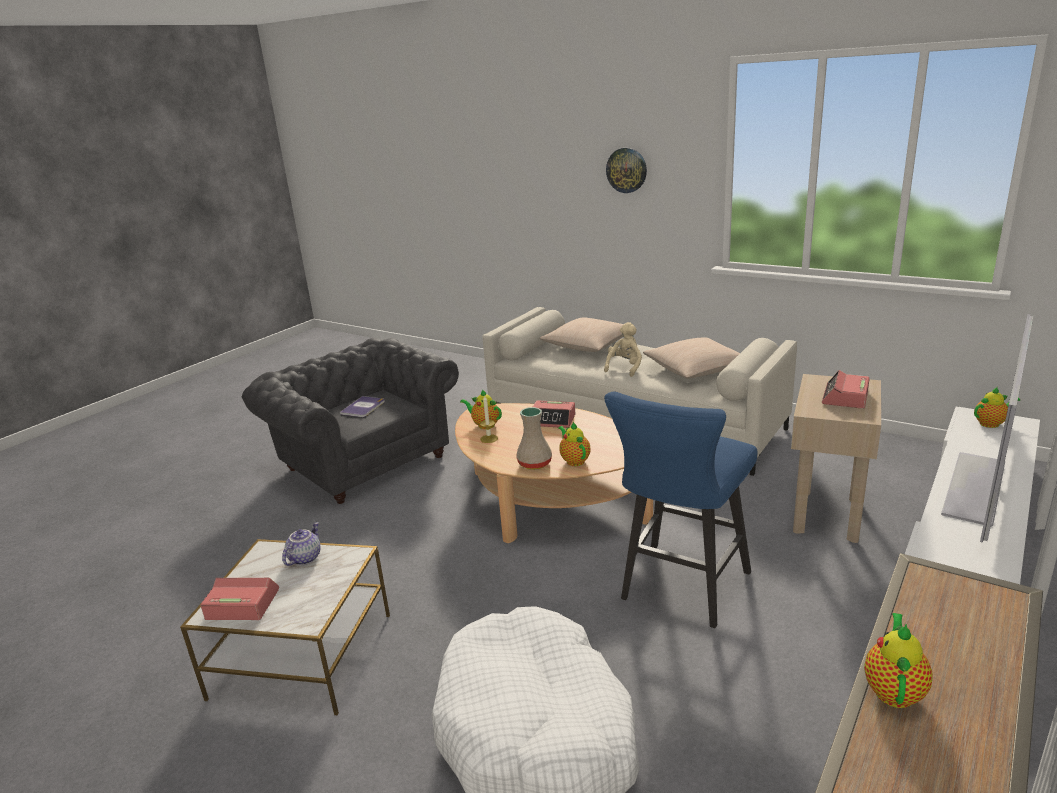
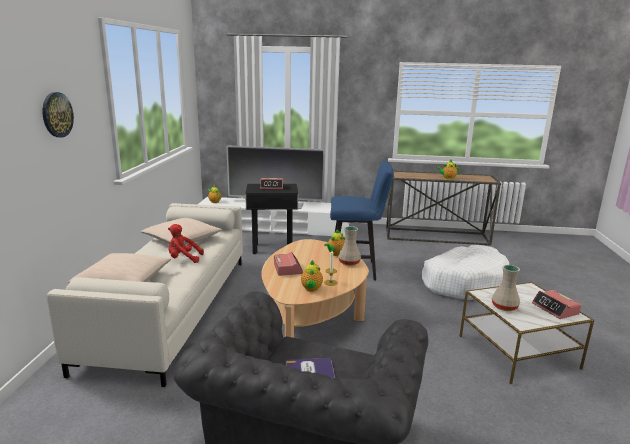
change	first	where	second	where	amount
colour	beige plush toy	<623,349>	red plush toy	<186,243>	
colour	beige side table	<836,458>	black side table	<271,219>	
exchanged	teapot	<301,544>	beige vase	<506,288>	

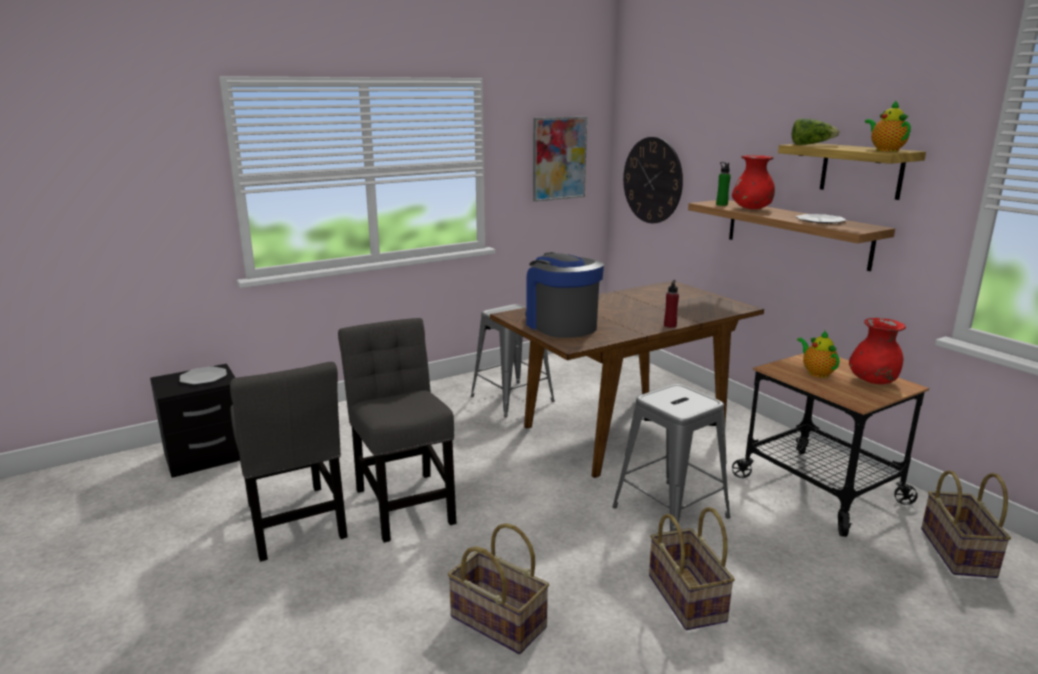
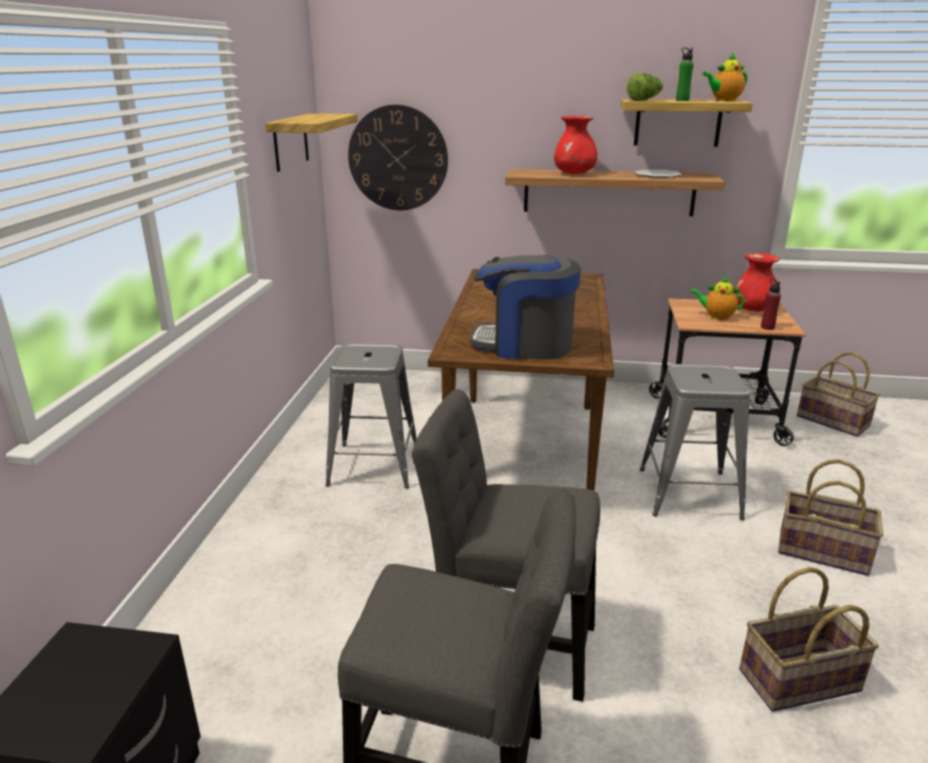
change	first	where	second	where	amount
exchanged	picture	<560,159>	shelf	<311,142>	
relocated	green bottle	<723,184>		<685,74>	
spun	teapot	<888,126>		<724,77>	45 degrees counterclockwise
relocated	red bottle	<671,304>		<771,304>	
missing	plate	<203,376>			

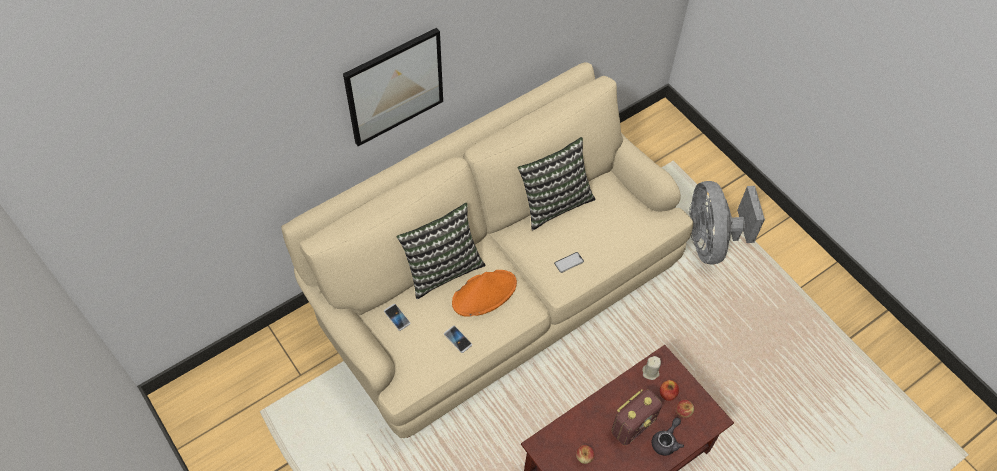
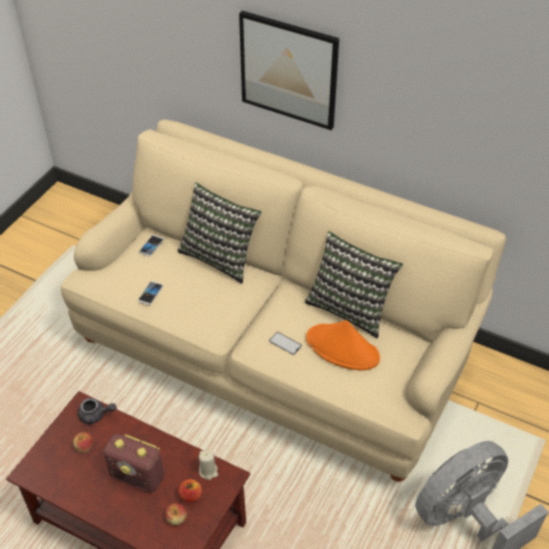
change	first	where	second	where	amount
relocated	grey teapot	<668,436>		<97,411>	
relocated	orange hat	<484,293>		<343,345>	

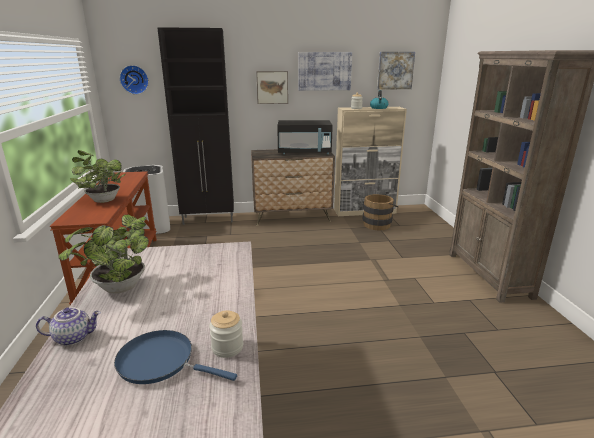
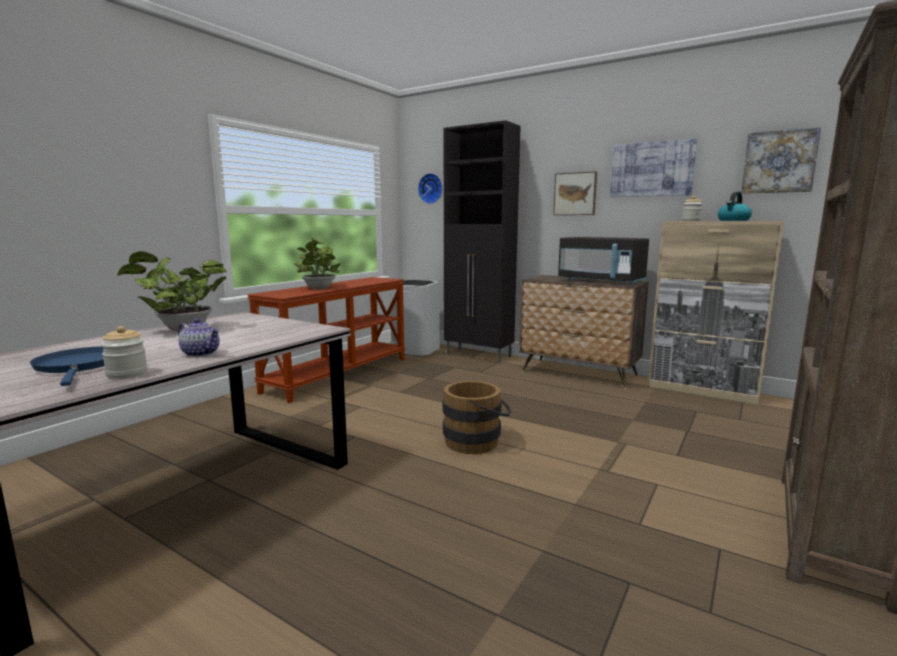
change	first	where	second	where	amount
relocated	teapot	<68,327>		<199,337>	
relocated	brown bucket	<381,212>		<477,417>	

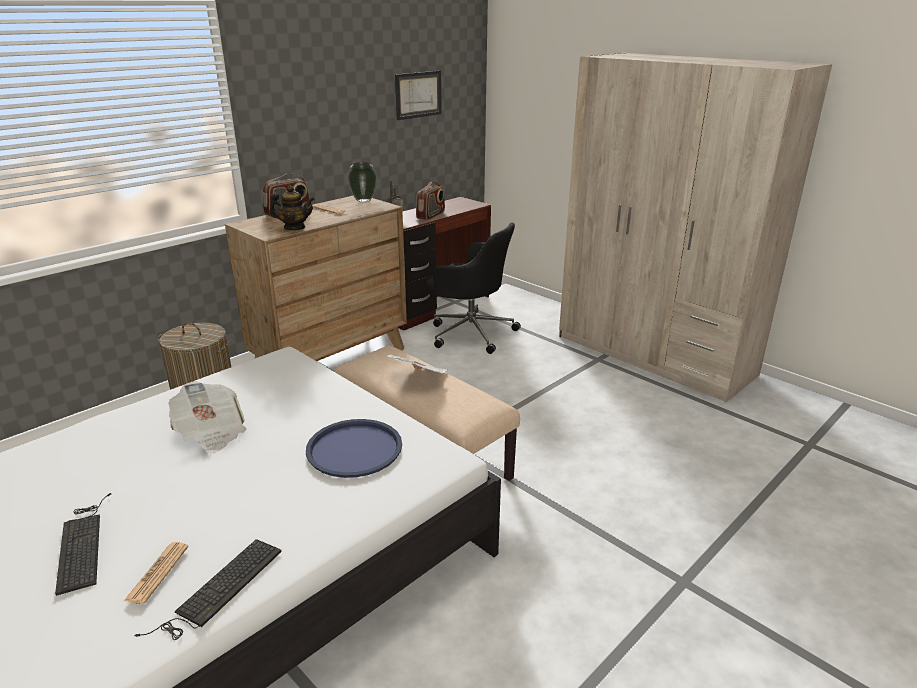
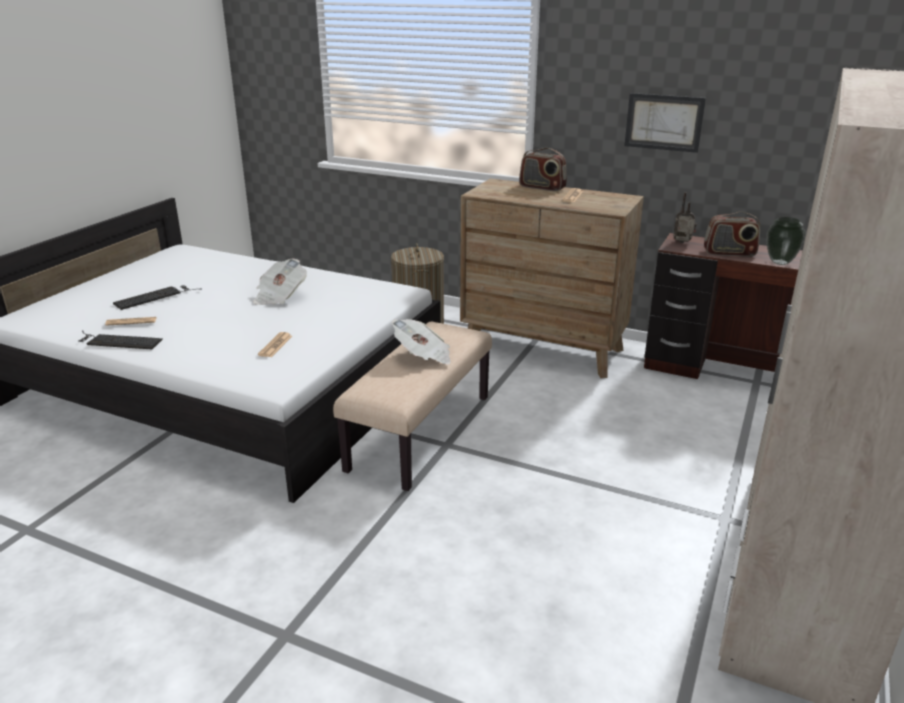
change	first	where	second	where	amount
exchanged	blue tray	<354,448>	newspaper	<275,344>	
relocated	picture	<418,95>		<665,123>	
relocated	vase	<362,182>		<786,241>	
missing	teapot	<292,208>			
missing	black office chair	<473,288>			

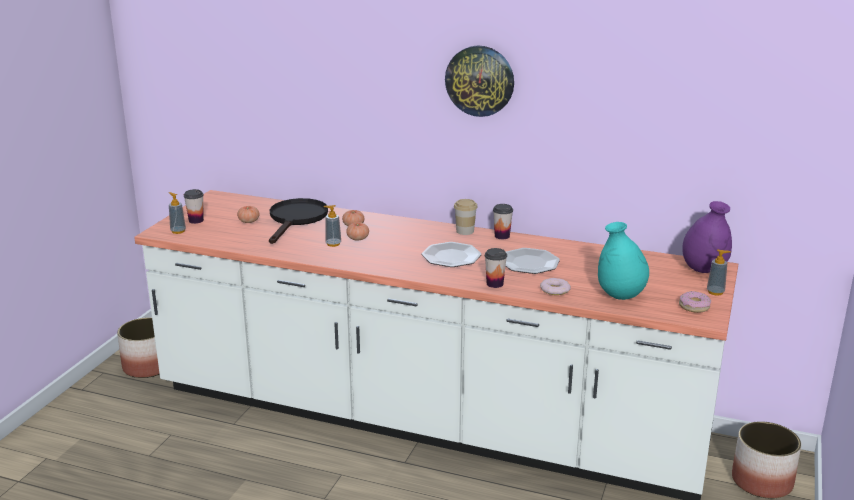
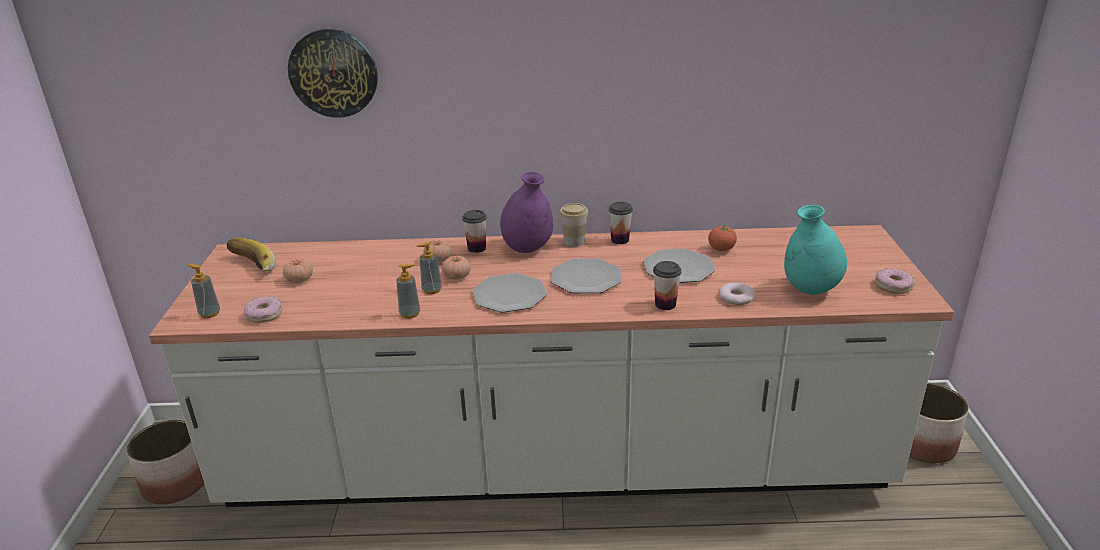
change	first	where	second	where	amount
appeared			banana	<251,255>	
appeared			donut	<263,309>	
relocated	wall clock	<479,81>		<333,73>	
relocated	soap dispenser	<719,272>		<408,291>	
relocated	cup	<194,206>		<474,231>	
appeared			plate	<509,293>	
relocated	purple vase	<707,237>		<526,212>	
appeared			tomato	<722,238>	
missing	black frying pan	<298,221>			

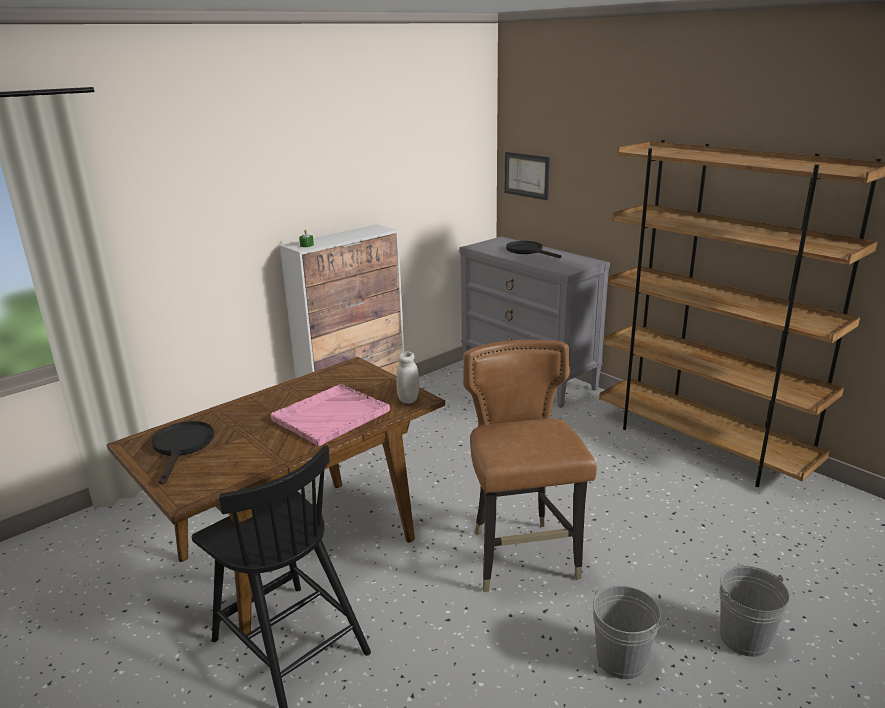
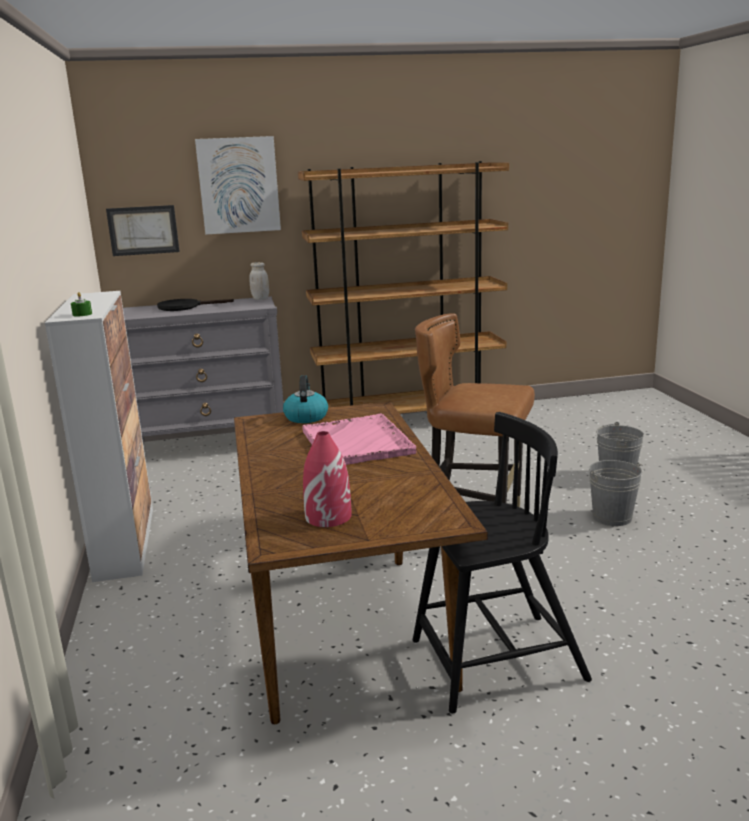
change	first	where	second	where	amount
appeared			picture	<238,185>	
relocated	white jar	<407,377>		<259,281>	
appeared			kettle	<305,399>	
exchanged	black frying pan	<183,453>	red vase	<327,479>	

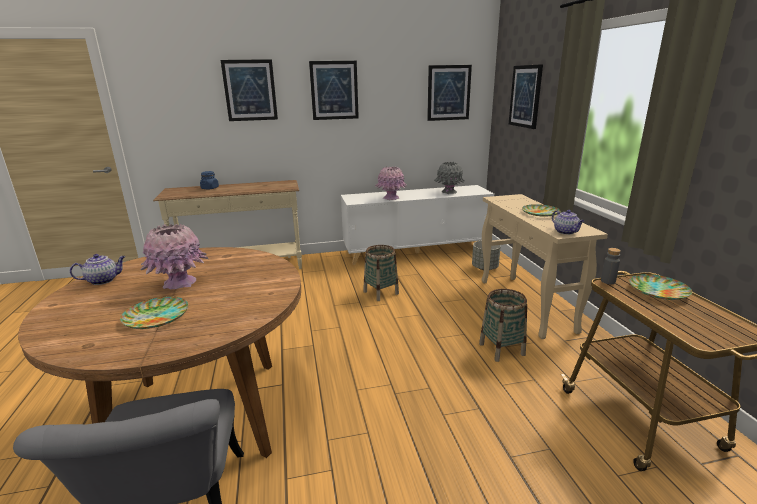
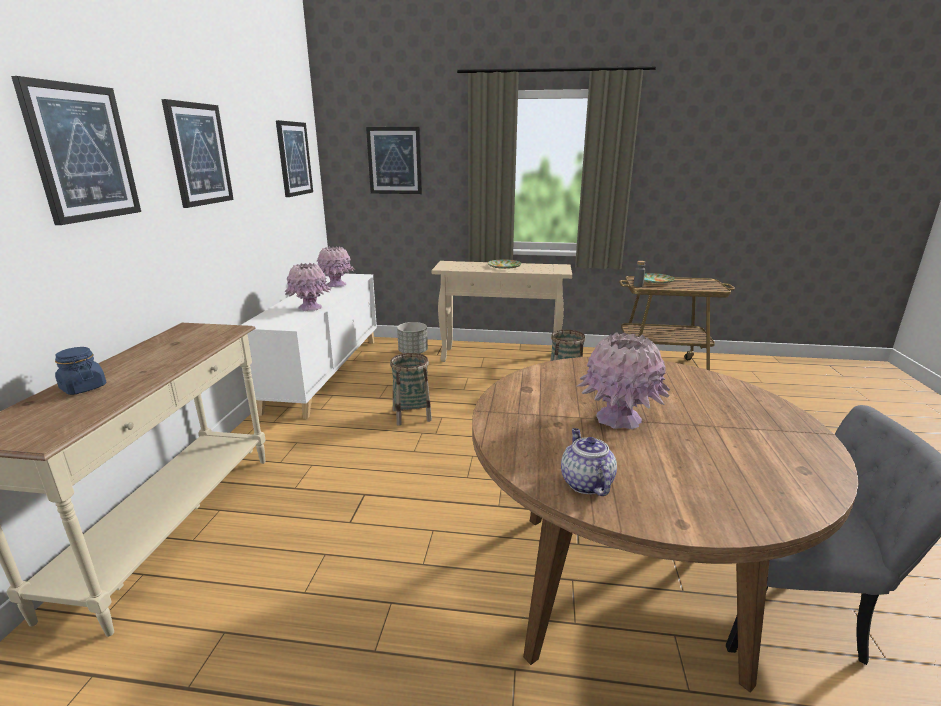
change	first	where	second	where	amount
colour	grey vase	<449,178>	pink vase	<336,266>	
missing	plate	<154,313>			
missing	teapot	<568,222>			

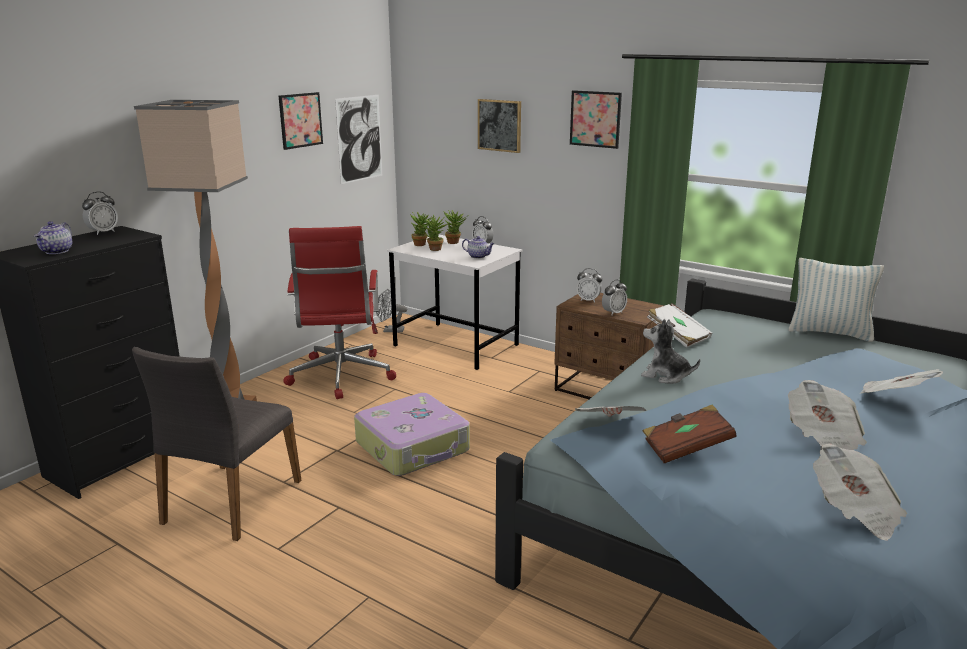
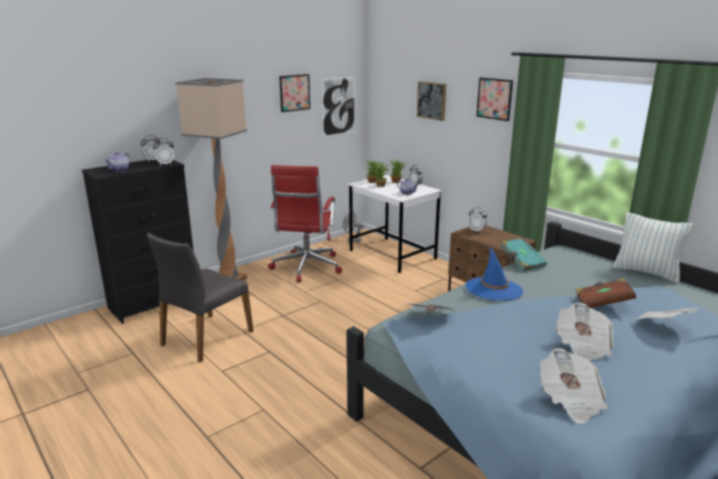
change	first	where	second	where	amount
relocated	alarm clock	<614,298>		<163,152>	
exchanged	plush toy	<670,351>	blue hat	<494,274>	
colour	white book	<679,325>	turquoise book	<524,254>	
relocated	brown book	<689,434>		<605,293>	
missing	suitcase	<412,434>			

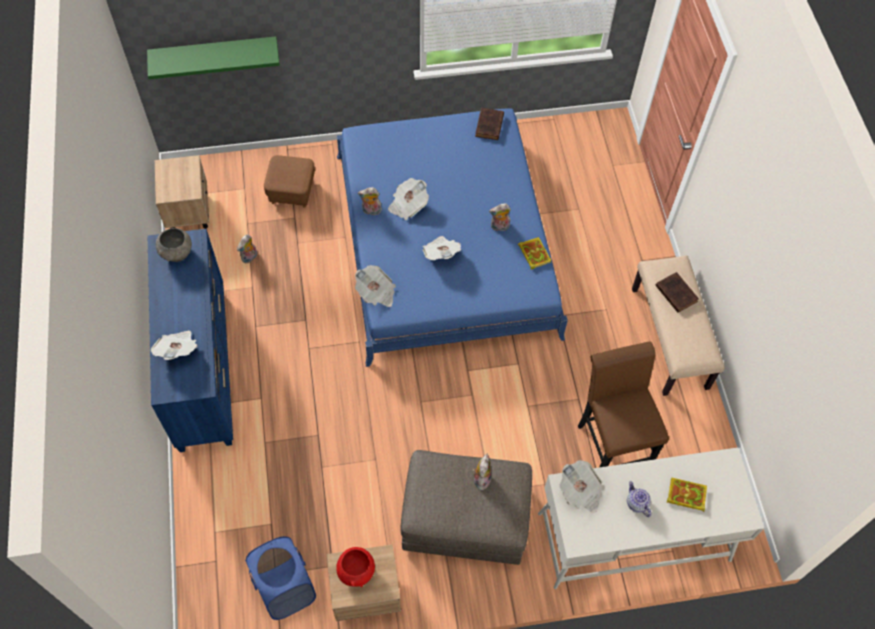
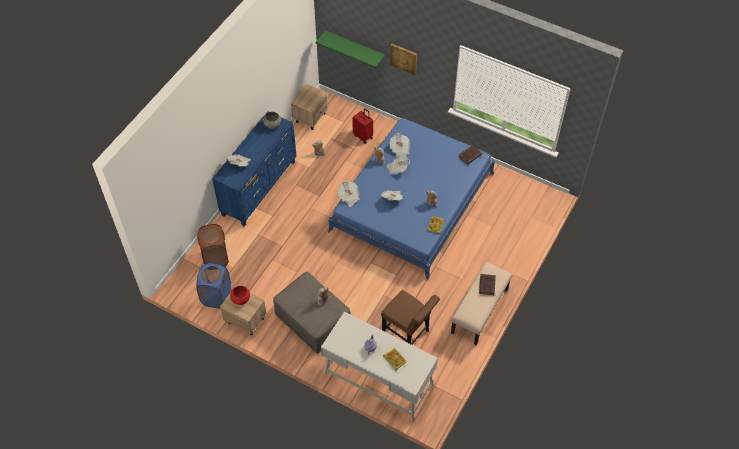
change	first	where	second	where	amount
appeared			brown laundry basket	<213,245>	
exchanged	brown ottoman	<289,181>	red suitcase	<362,126>	
spun	brown chair	<623,404>		<410,317>	105 degrees clockwise
relocated	newspaper	<582,486>		<399,145>	
appeared			picture	<403,59>	

